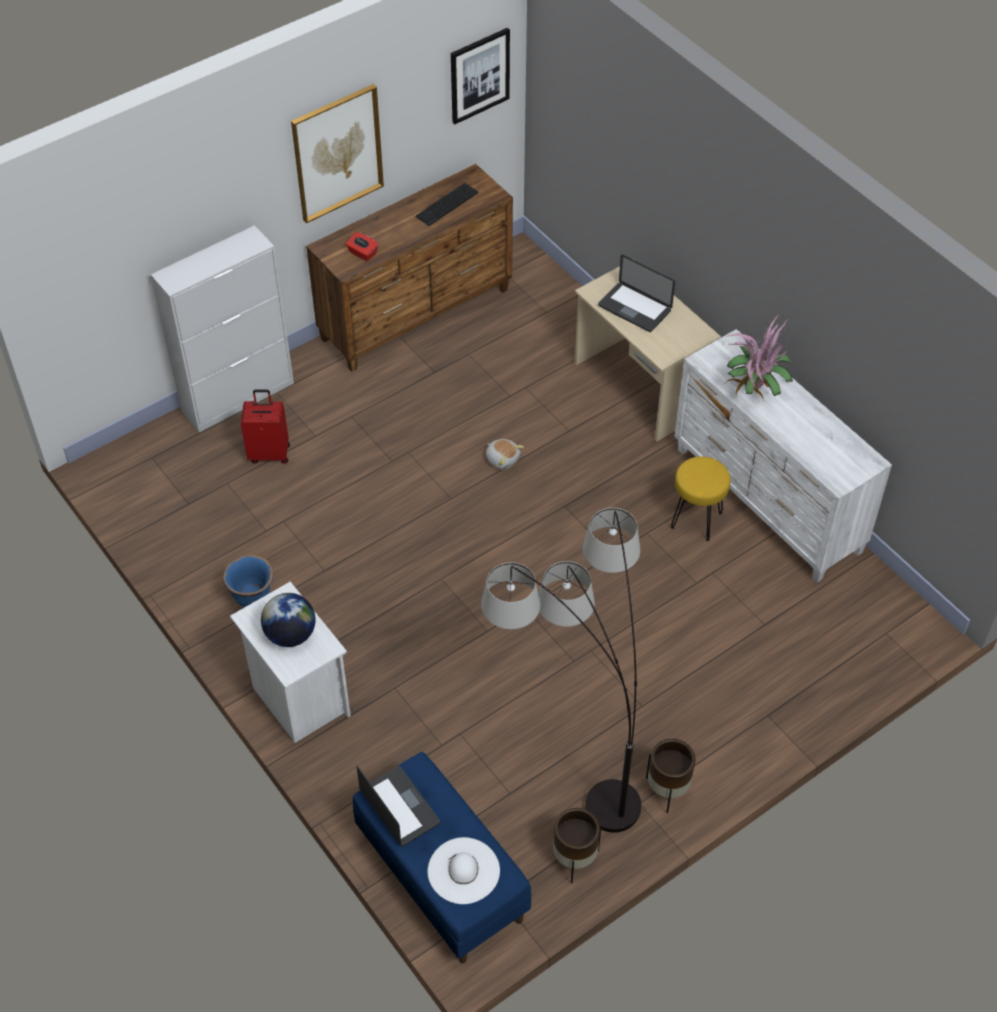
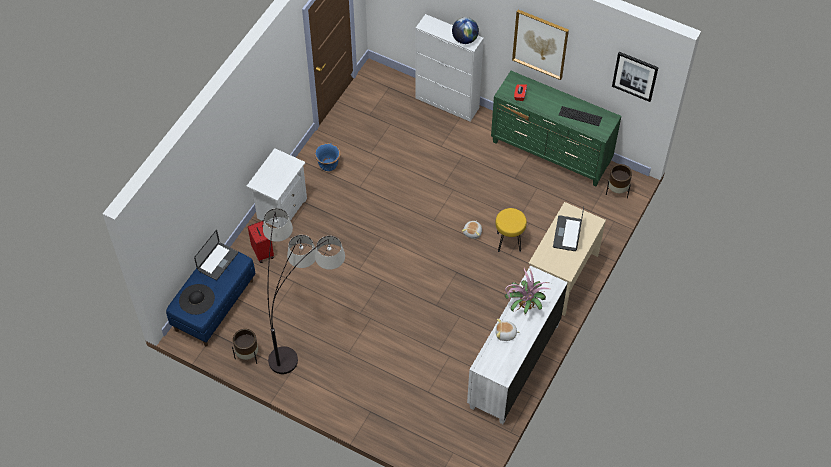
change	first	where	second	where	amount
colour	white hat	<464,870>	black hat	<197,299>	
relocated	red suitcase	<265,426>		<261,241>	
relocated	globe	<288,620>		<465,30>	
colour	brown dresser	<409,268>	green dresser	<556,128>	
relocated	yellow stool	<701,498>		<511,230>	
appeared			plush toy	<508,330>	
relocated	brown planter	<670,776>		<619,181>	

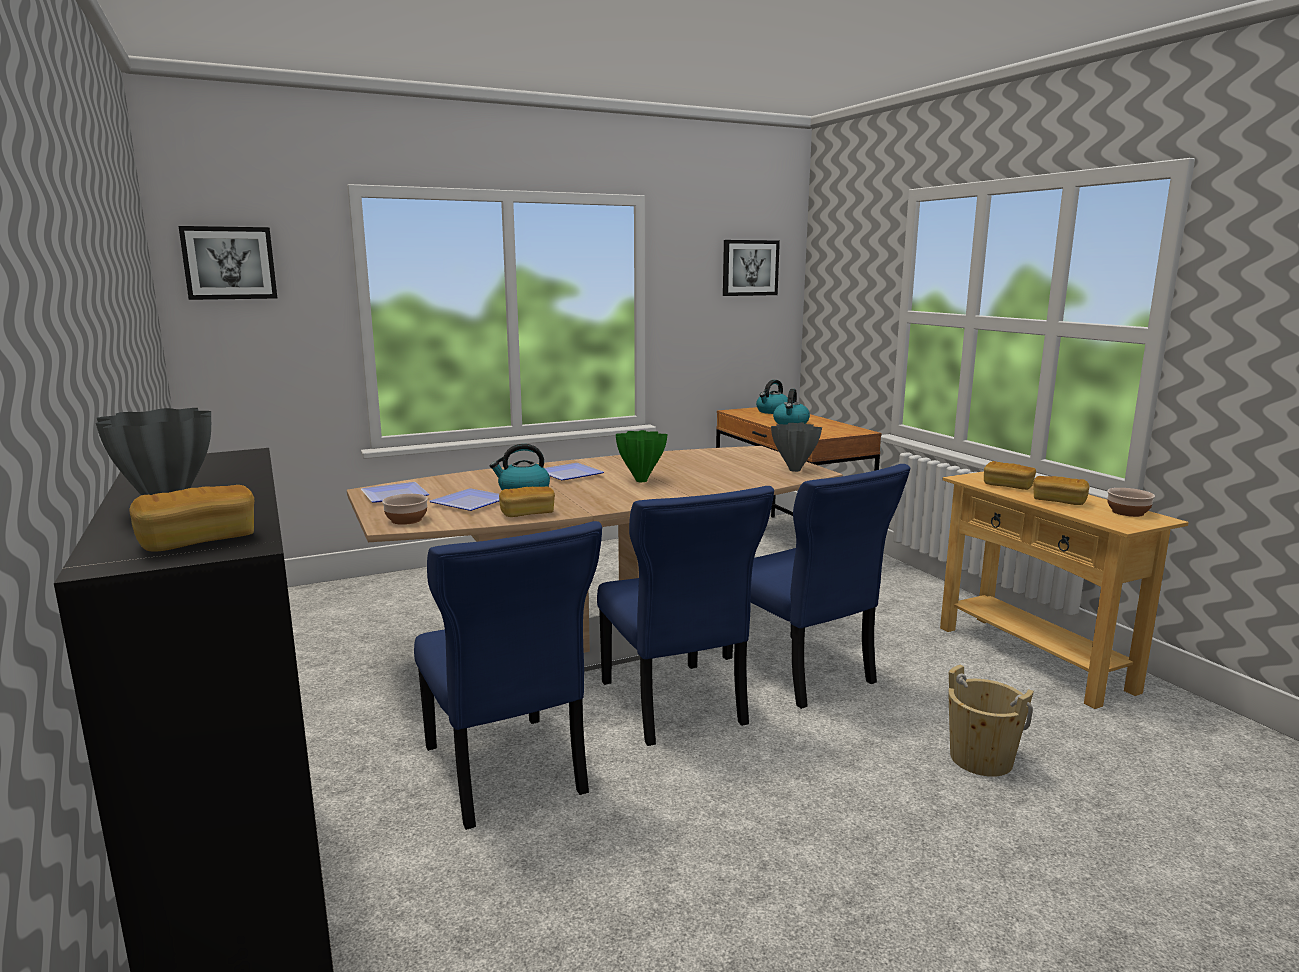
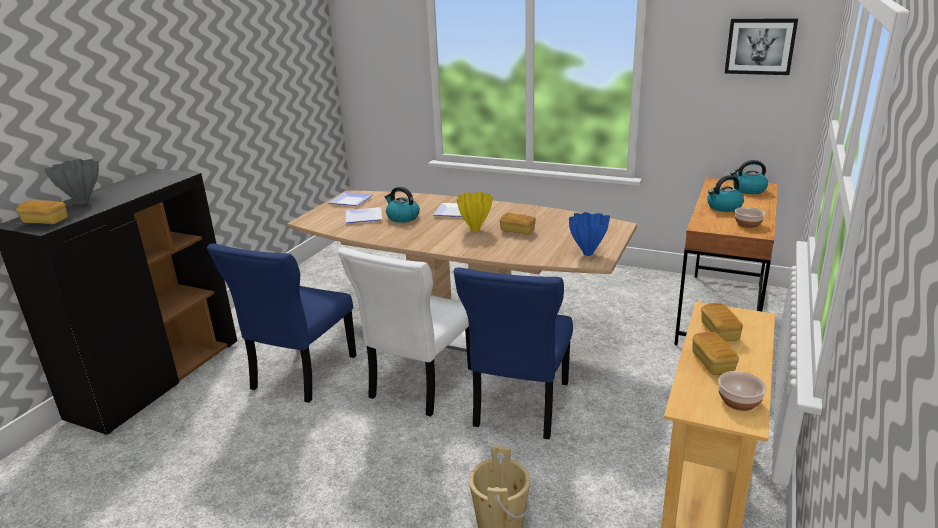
change	first	where	second	where	amount
colour	blue chair	<685,616>	white chair	<404,332>	
colour	green vase	<641,456>	yellow vase	<475,212>	
relocated	bread	<527,501>		<518,224>	
colour	grey vase	<796,447>	blue vase	<589,234>	
relocated	bowl	<405,509>		<750,217>	
missing	picture	<228,263>			

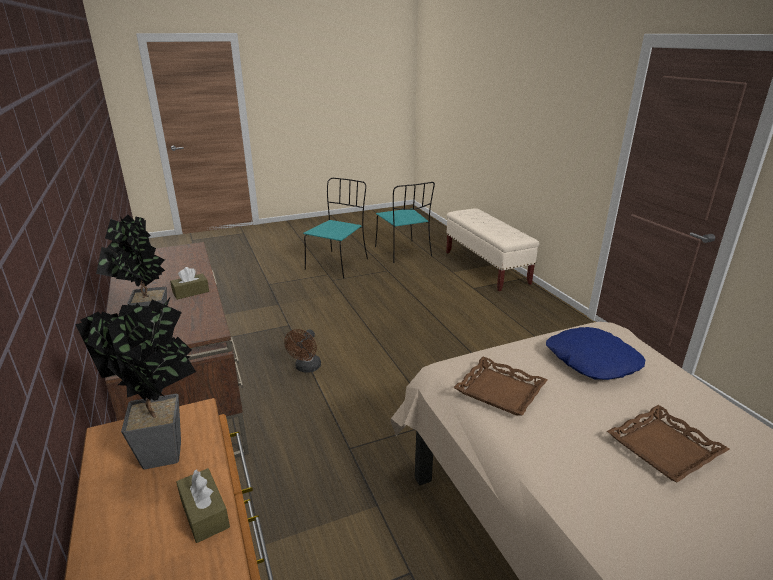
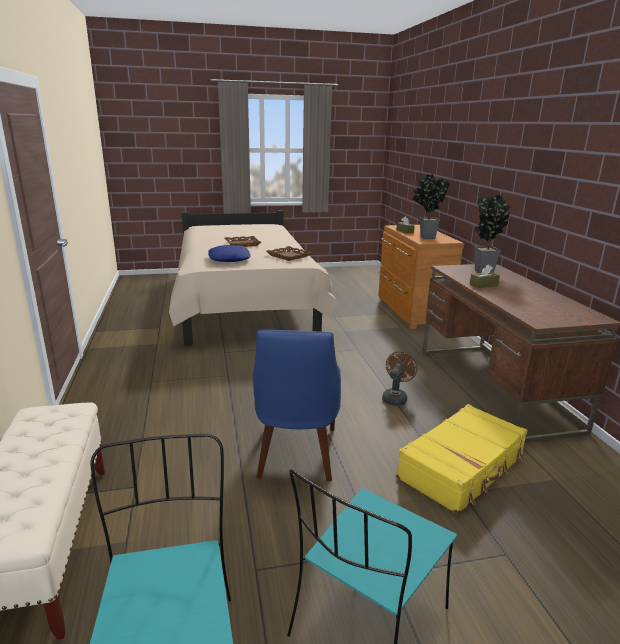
change	first	where	second	where	amount
appeared			blue chair	<297,406>	
appeared			yellow suitcase	<462,459>	

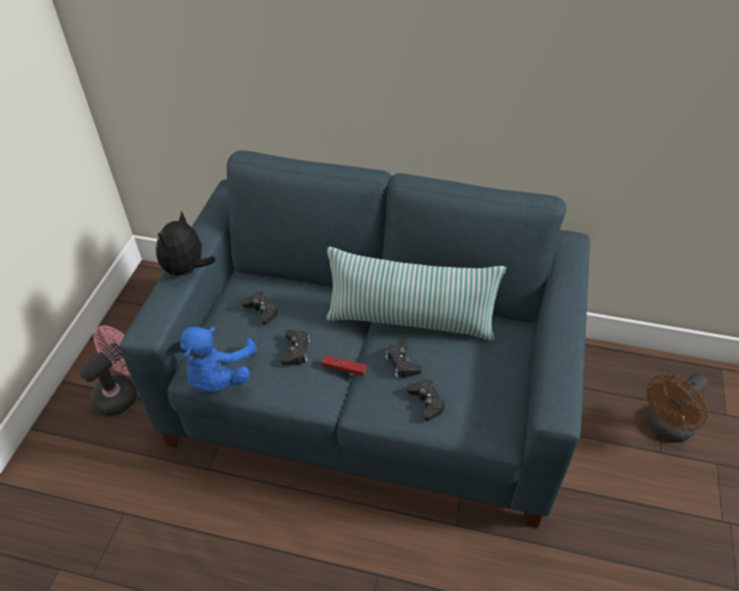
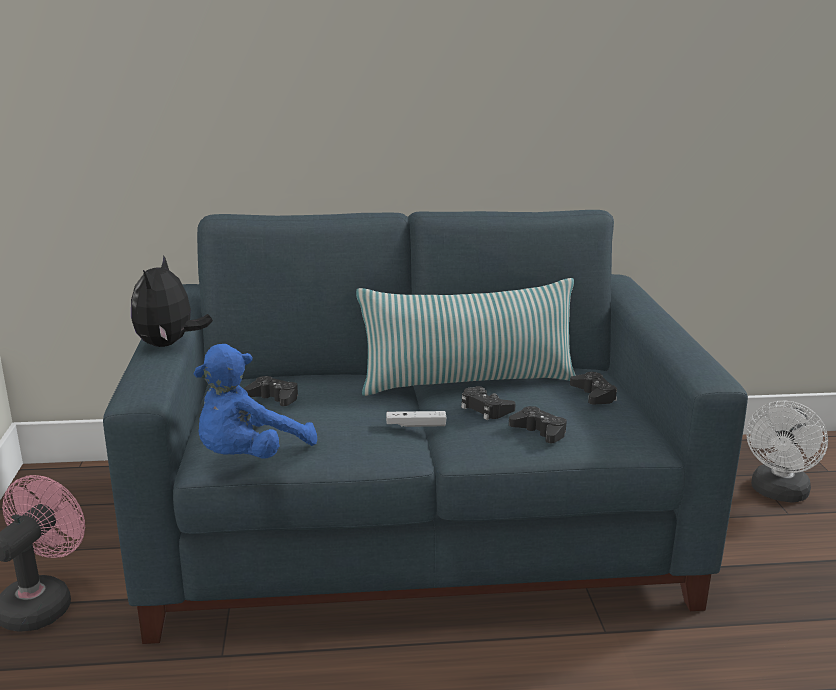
change	first	where	second	where	amount
spun	blue plush toy	<218,359>		<255,401>	45 degrees clockwise
colour	red game controller	<344,365>	white game controller	<416,419>	
relocated	black game controller	<295,347>		<593,388>	
colour	brown fan	<677,408>	white fan	<787,452>	

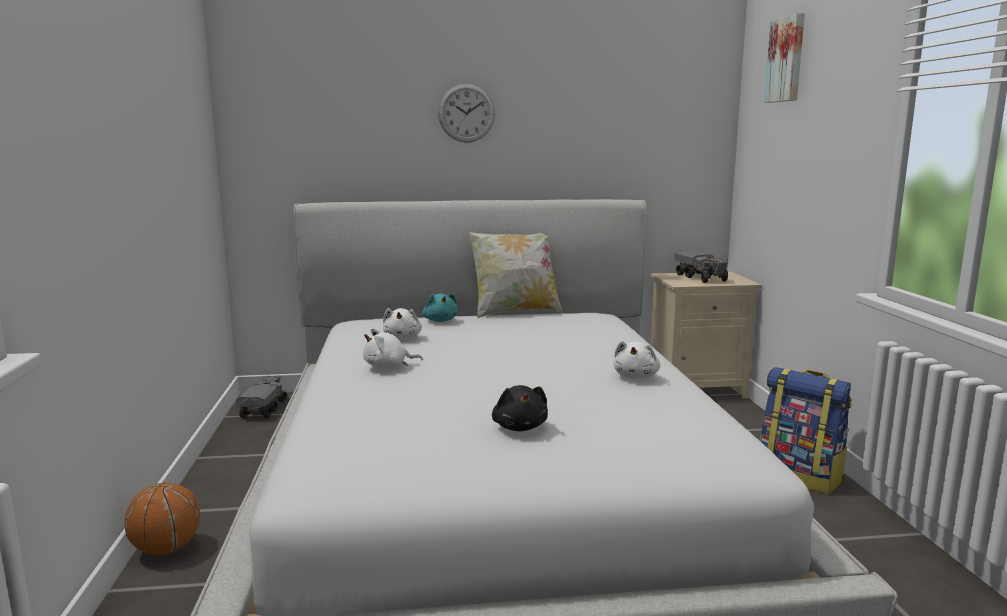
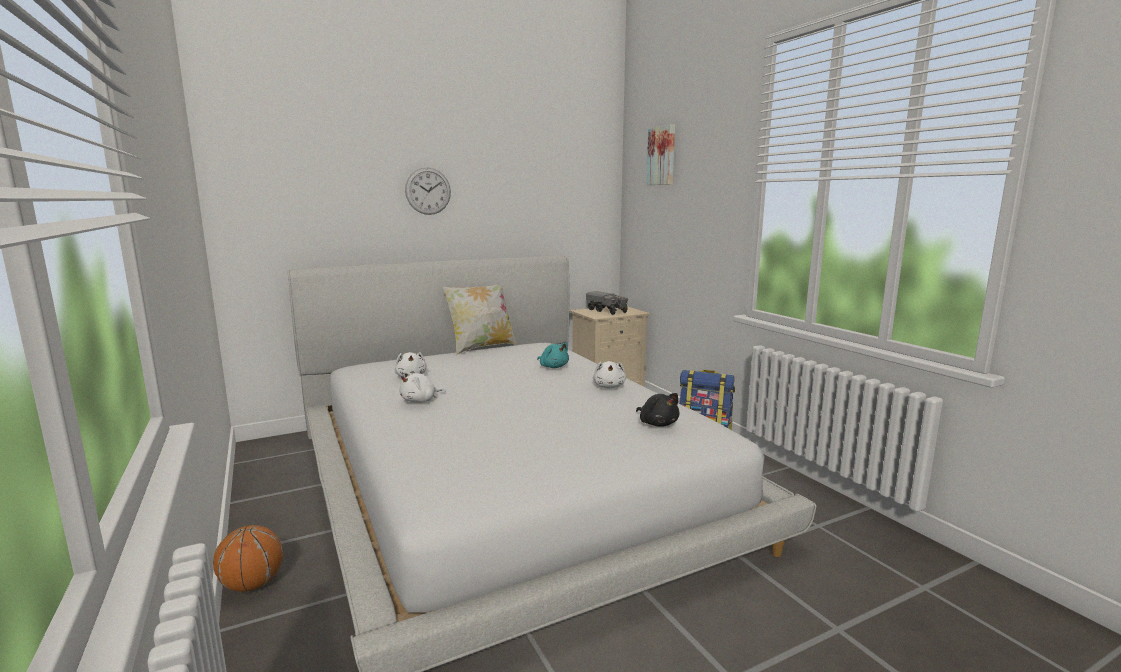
change	first	where	second	where	amount
relocated	turquoise plush toy	<440,307>		<553,355>	
relocated	black plush toy	<520,408>		<658,410>	
missing	toy truck	<262,397>			

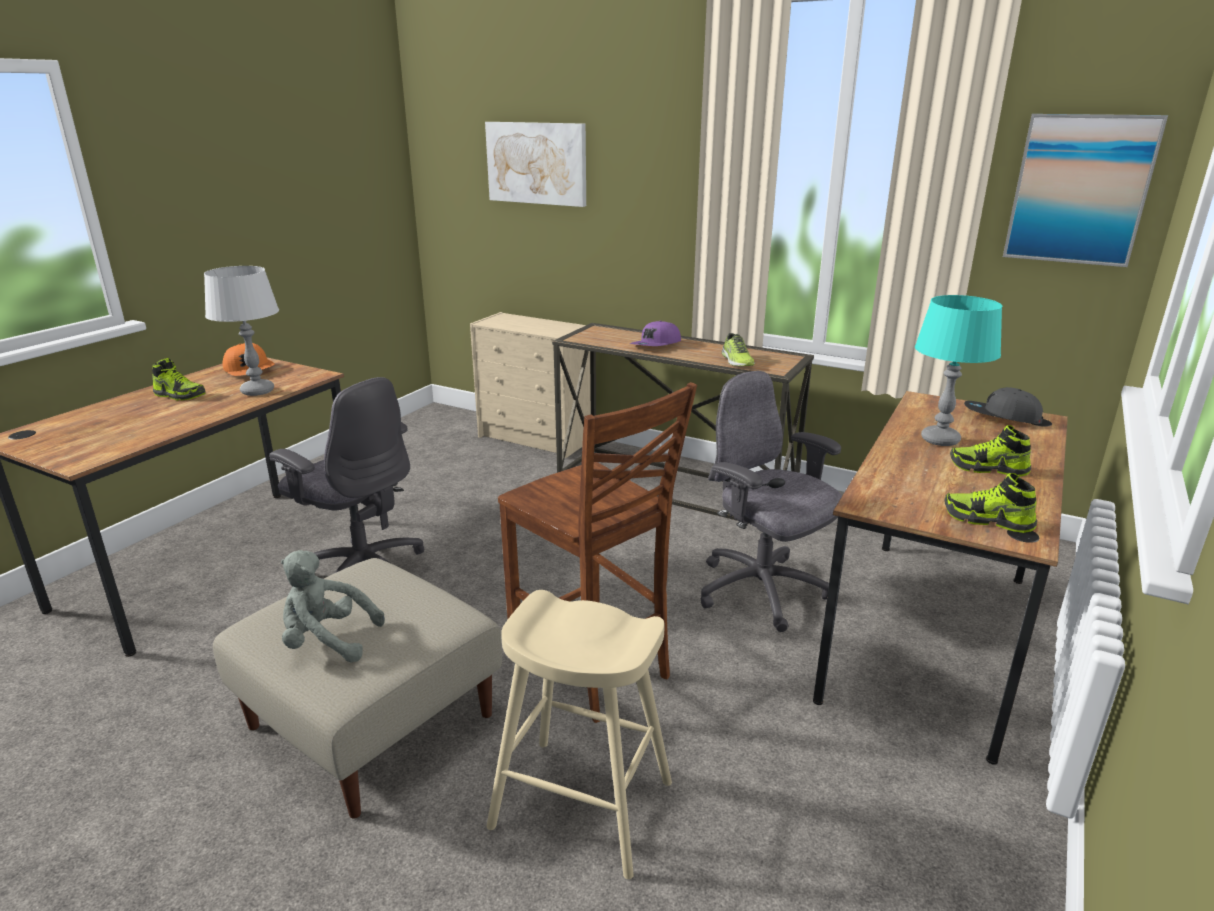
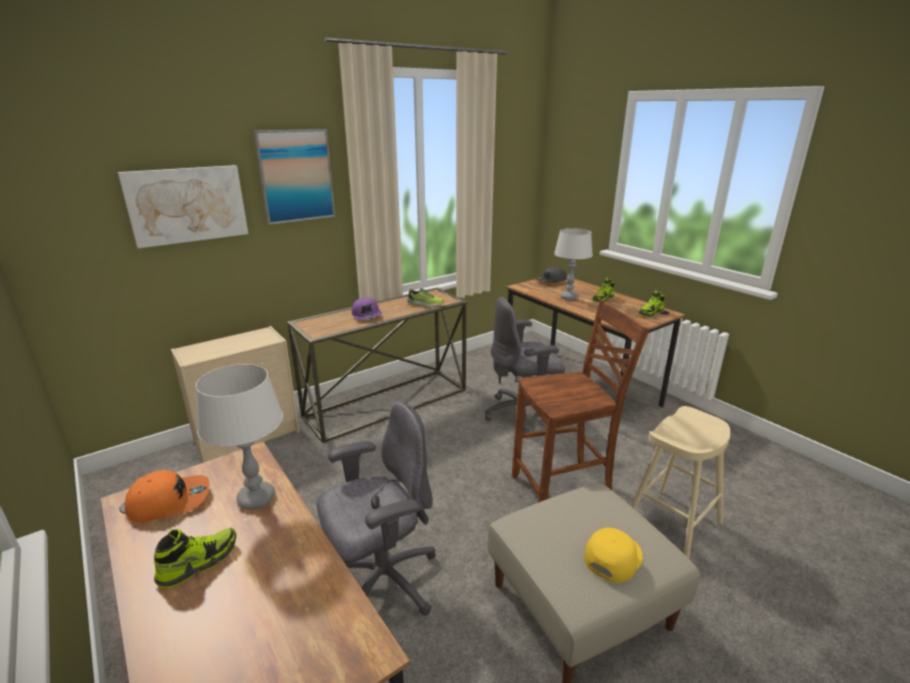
change	first	where	second	where	amount
relocated	picture	<1085,190>		<294,177>	
colour	turquoise table lamp	<958,370>	grey table lamp	<573,264>	
exchanged	grey plush toy	<333,606>	yellow cap	<613,555>	

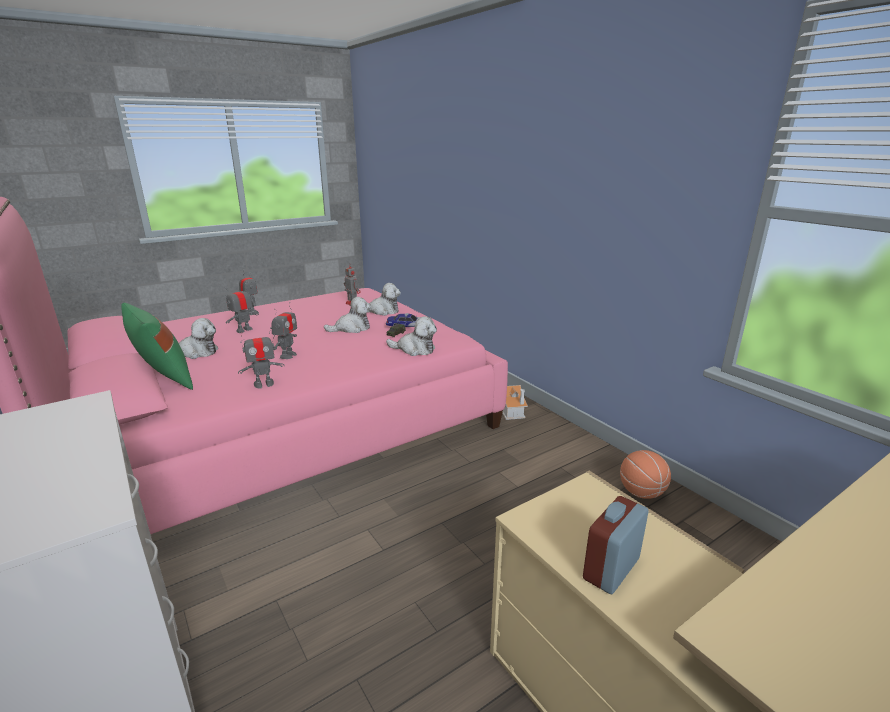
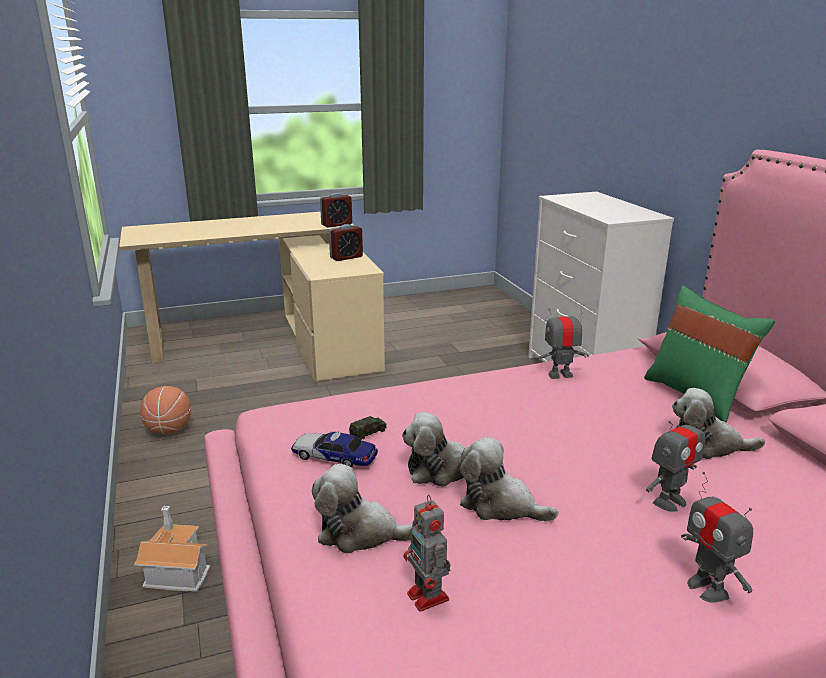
change	first	where	second	where	amount
appeared			alarm clock	<336,210>	
relocated	plush toy	<411,336>		<509,479>	
missing	toy robot	<284,330>			

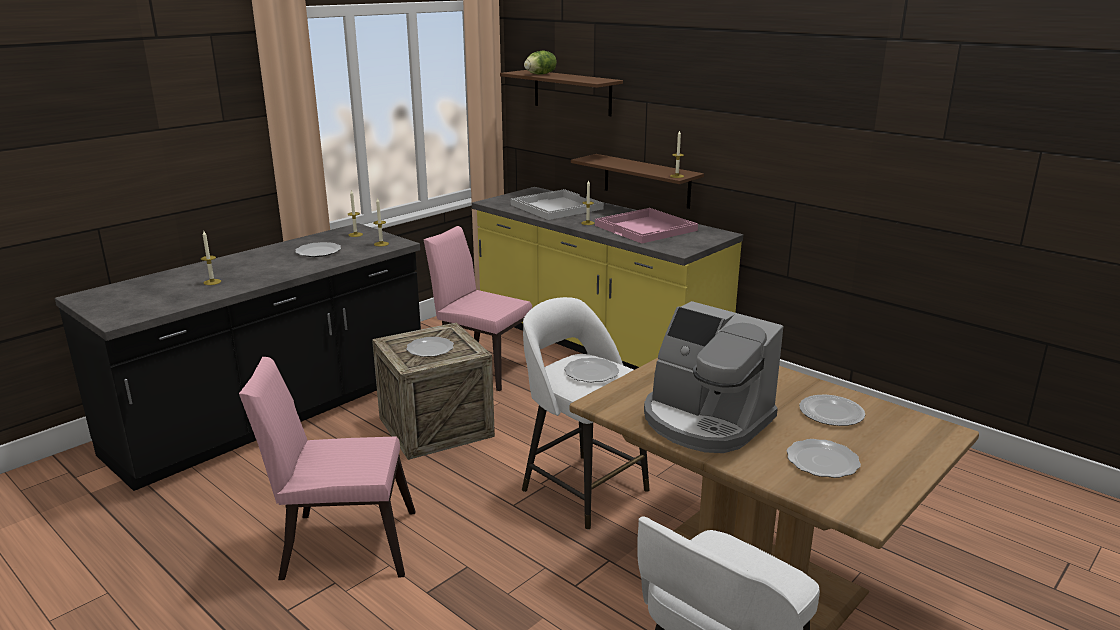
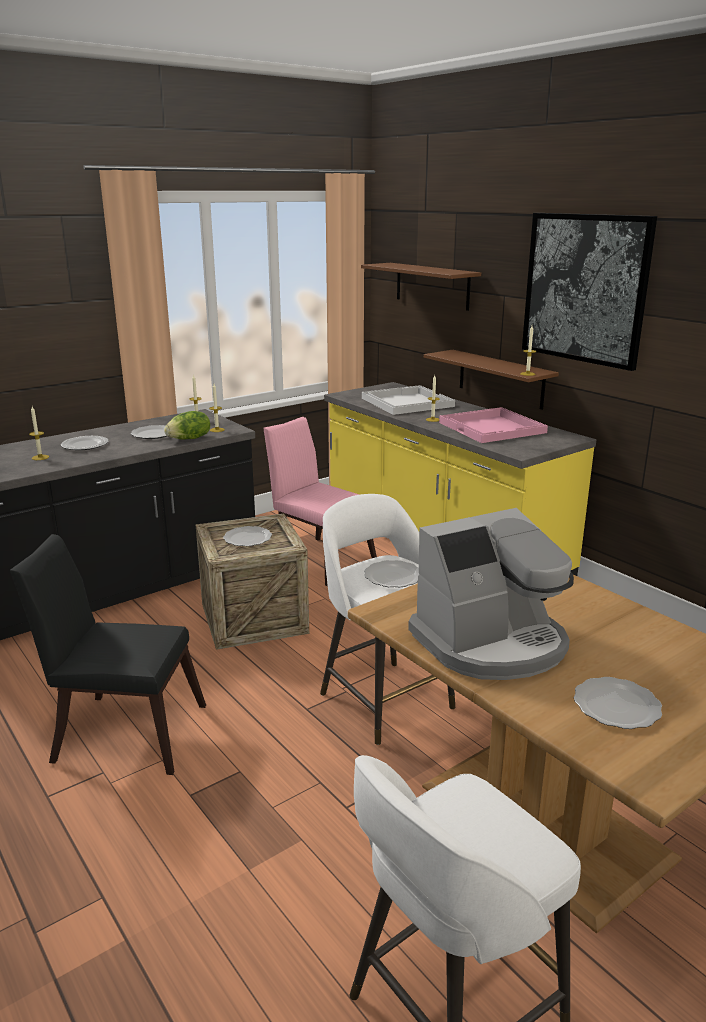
change	first	where	second	where	amount
colour	pink chair	<327,468>	black chair	<108,654>	
relocated	plate	<832,410>		<85,443>	
relocated	lettuce	<540,63>		<187,425>	
spun	coffee machine	<713,377>		<491,594>	75 degrees counterclockwise
appeared			picture	<589,292>	

